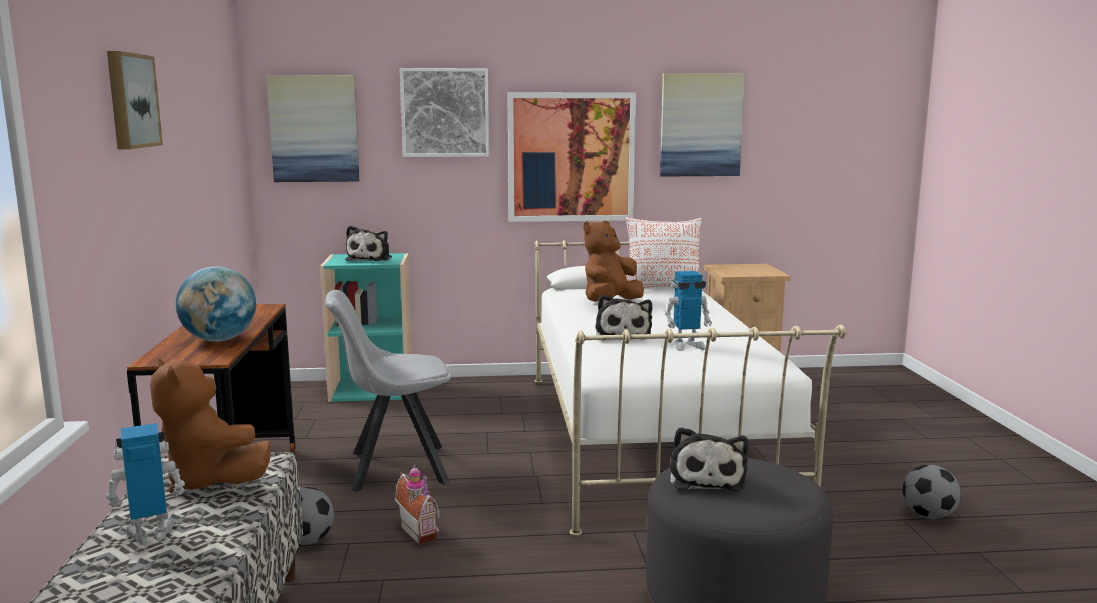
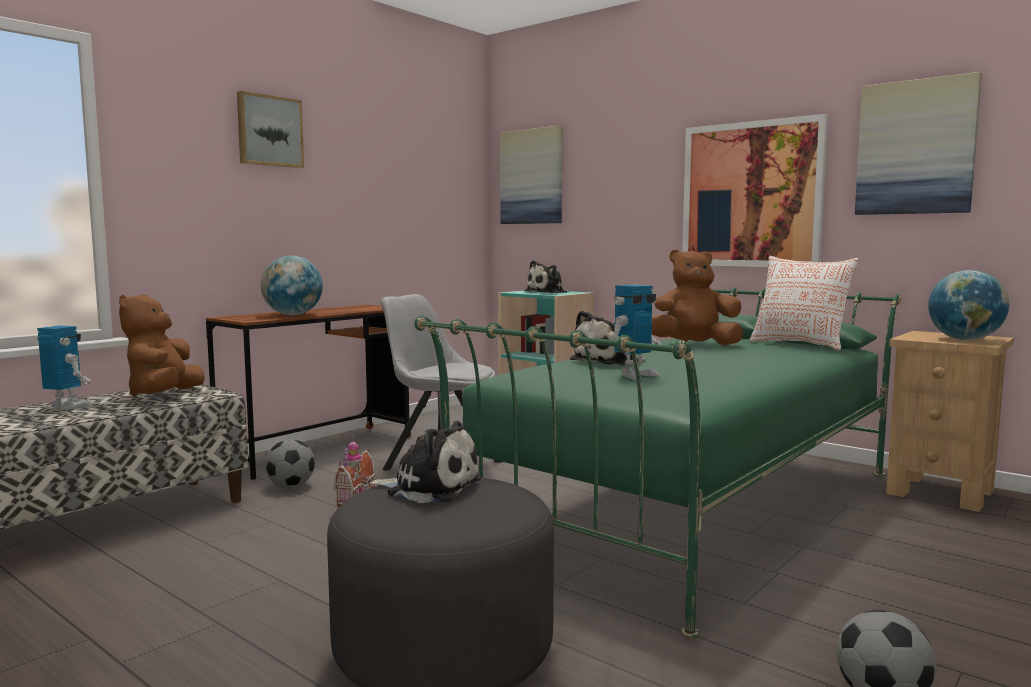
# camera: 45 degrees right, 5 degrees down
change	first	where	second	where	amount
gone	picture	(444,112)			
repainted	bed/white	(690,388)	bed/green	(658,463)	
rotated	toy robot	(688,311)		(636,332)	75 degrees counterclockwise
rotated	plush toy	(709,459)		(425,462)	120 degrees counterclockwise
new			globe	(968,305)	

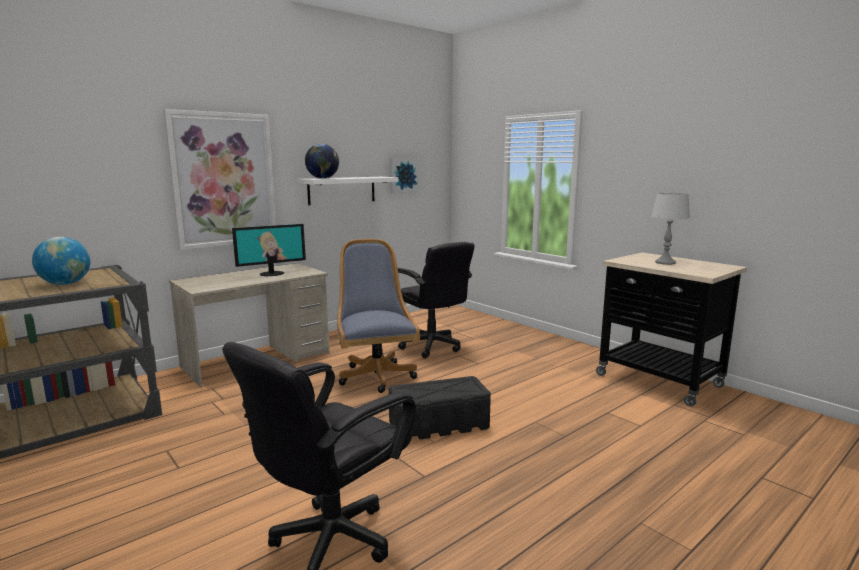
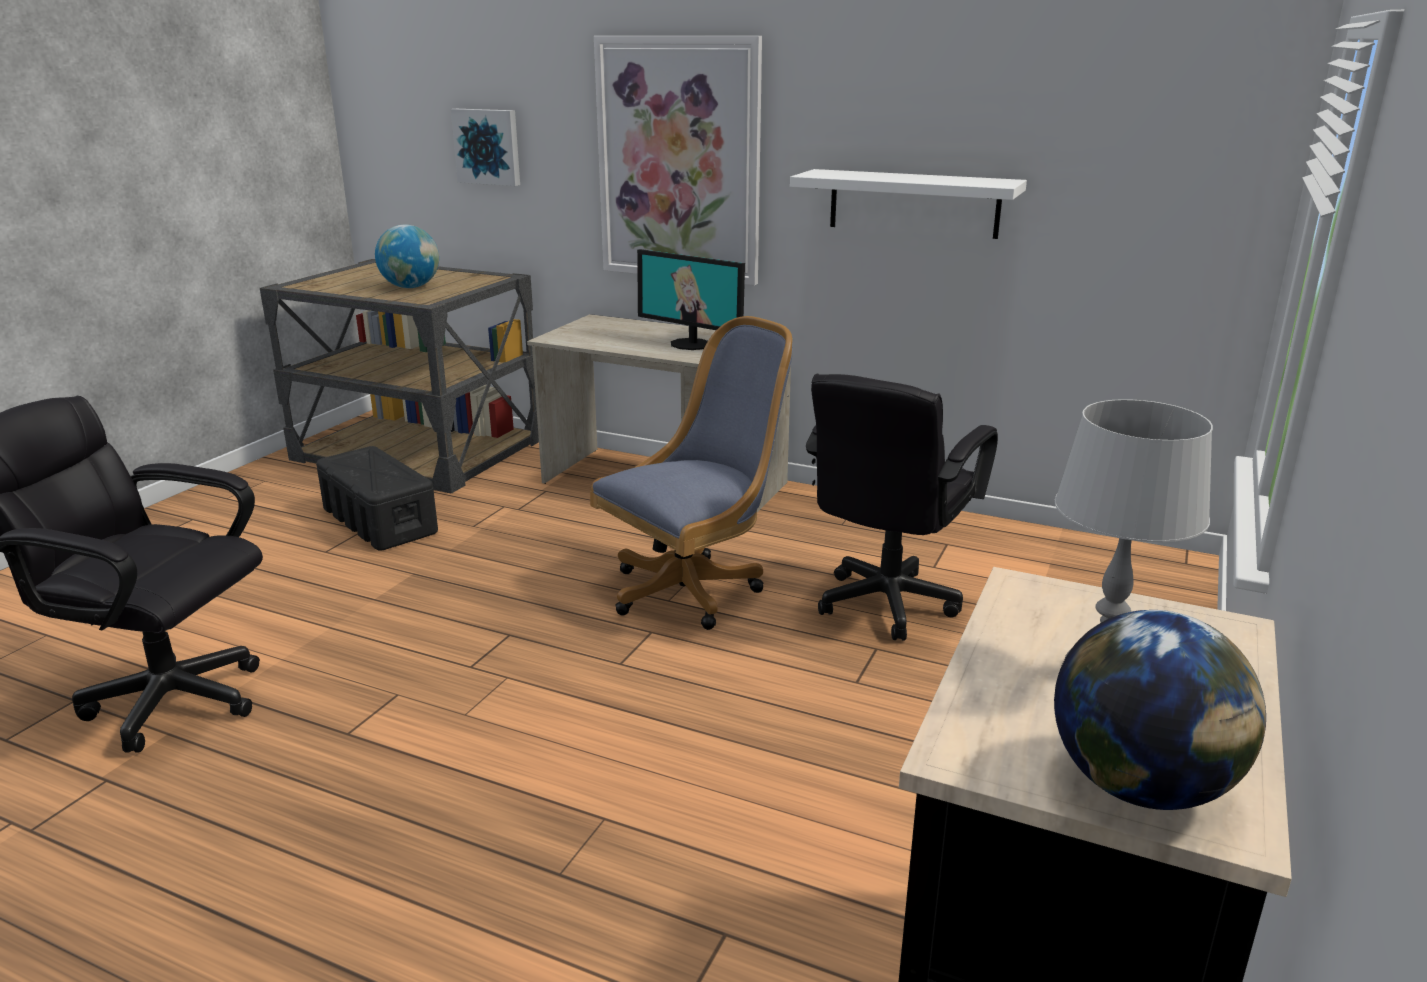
# camera: 65 degrees right, 10 degrees up
change	first	where	second	where	amount
shifted	globe	(322,161)		(1160,710)	
shifted	picture	(404,175)		(485,147)	
shifted	storage box/black	(440,407)		(377,498)	

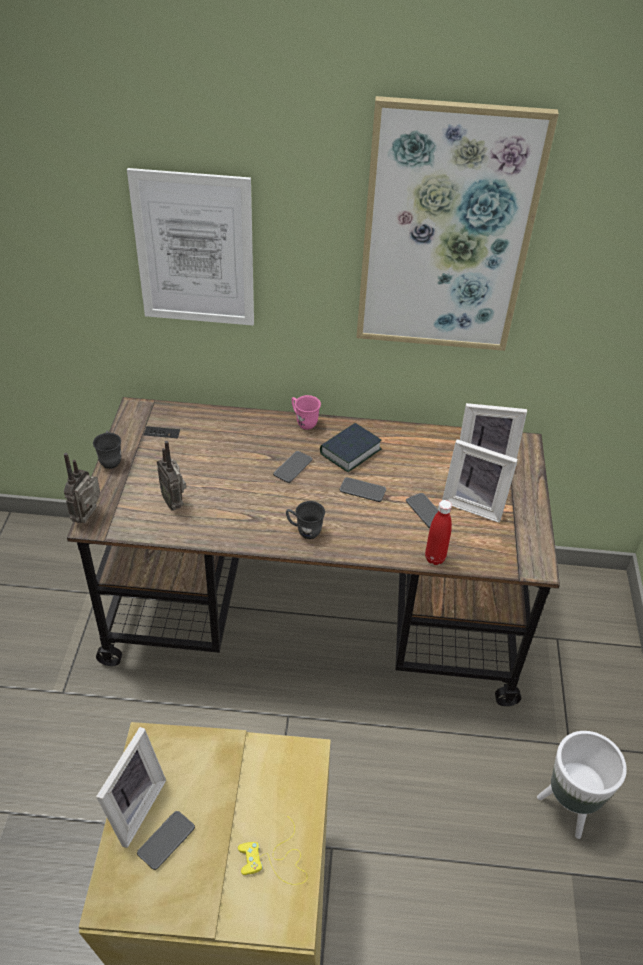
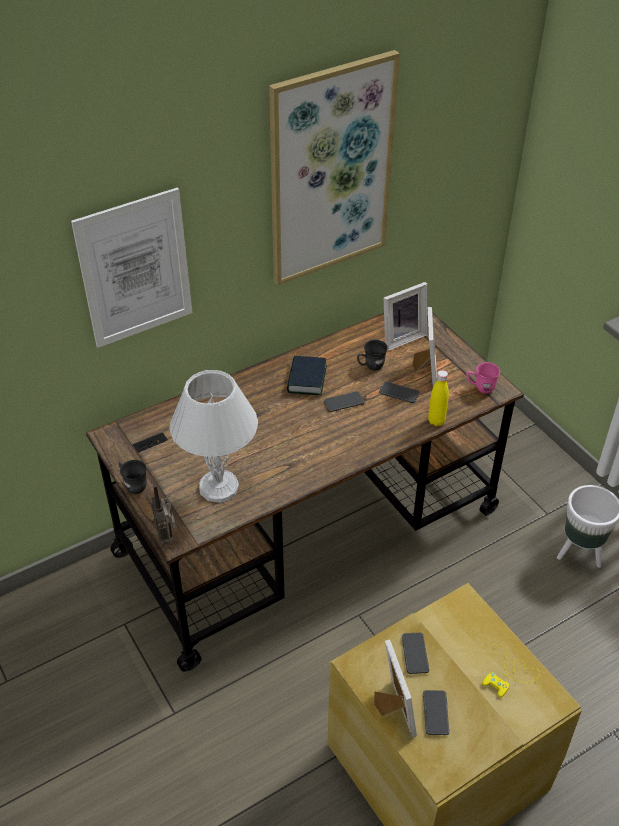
# camera: 35 degrees left, 0 degrees up
change	first	where	second	where	amount
shifted	mug/pink	(306,412)		(483,378)	
rotated	picture frame	(480,481)		(424,346)	75 degrees counterclockwise
swapped	radio	(172,475)	table lamp/white	(213,436)	
shifted	phone	(293,467)		(415,653)	
repainted	bottle/red	(438,532)	bottle/yellow	(438,398)	
shifted	mug/grey	(305,520)		(372,355)	

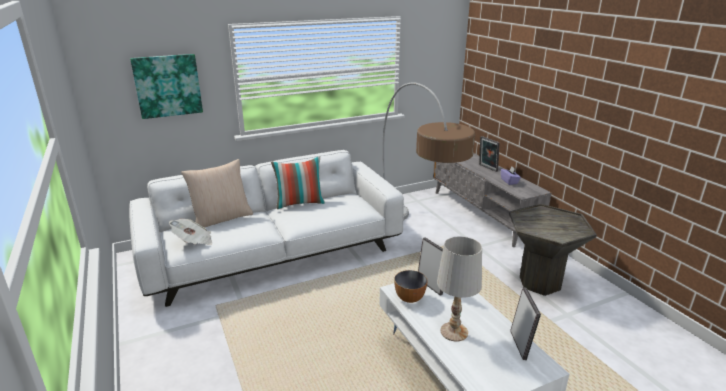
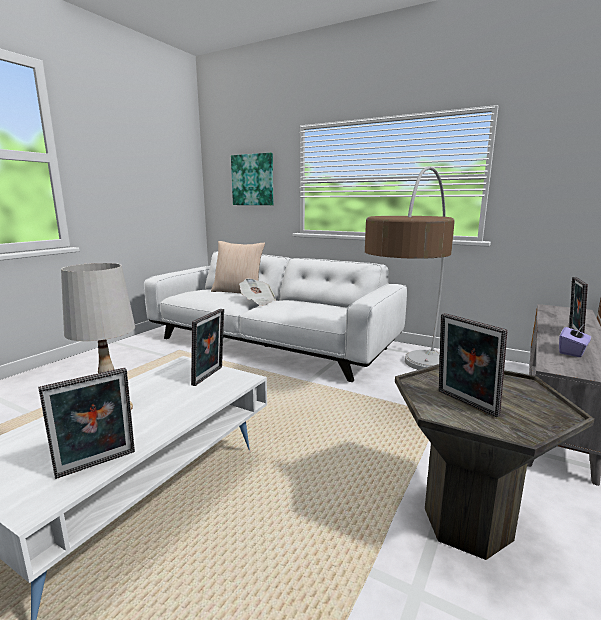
# camera: 55 degrees right, 10 degrees down
change	first	where	second	where	amount
gone	pillow	(298,182)			
shifted	newspaper	(190,232)		(257,292)	
gone	bowl	(411,286)			
new			picture frame	(473,365)	

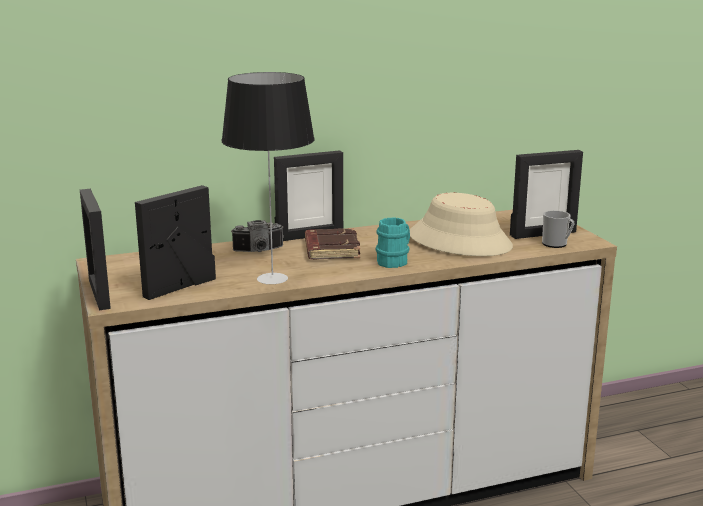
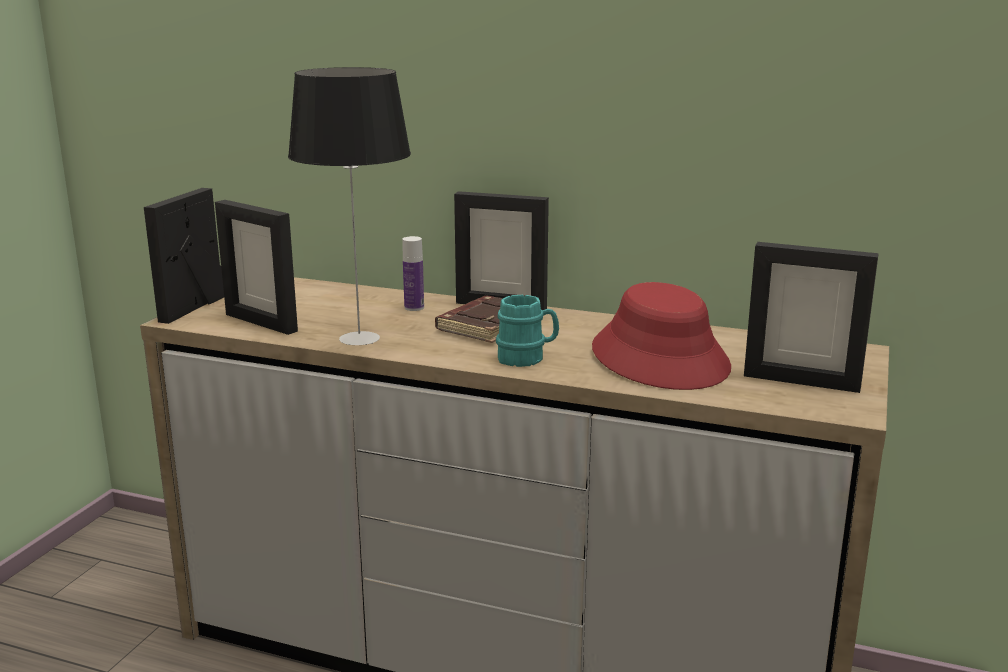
# camera: 40 degrees right, 0 degrees up
change	first	where	second	where	amount
rotated	picture frame	(175,242)		(256,267)	135 degrees counterclockwise
repainted	hat/beige	(461,224)	hat/red	(661,336)	
gone	mug	(558,229)			
swapped	photo camera	(257,236)	bottle	(413,273)	

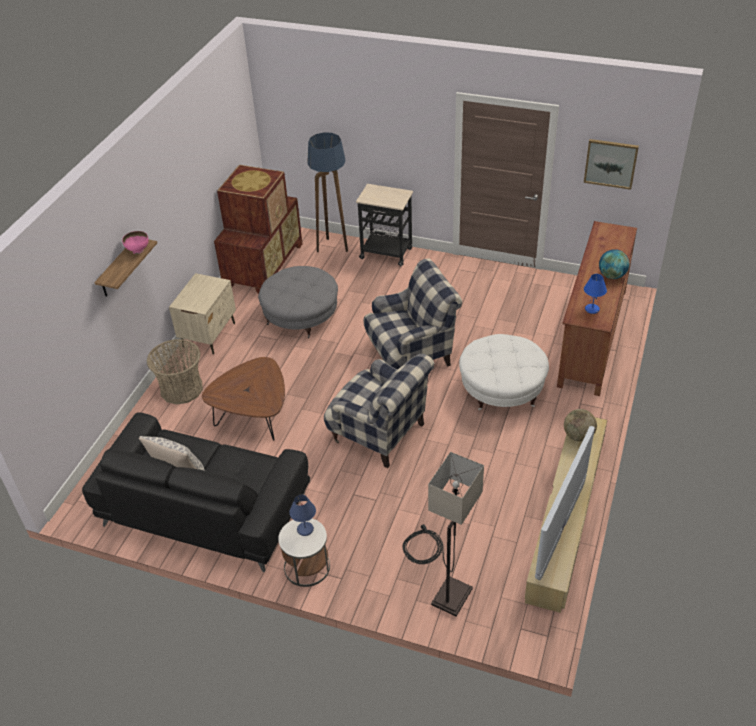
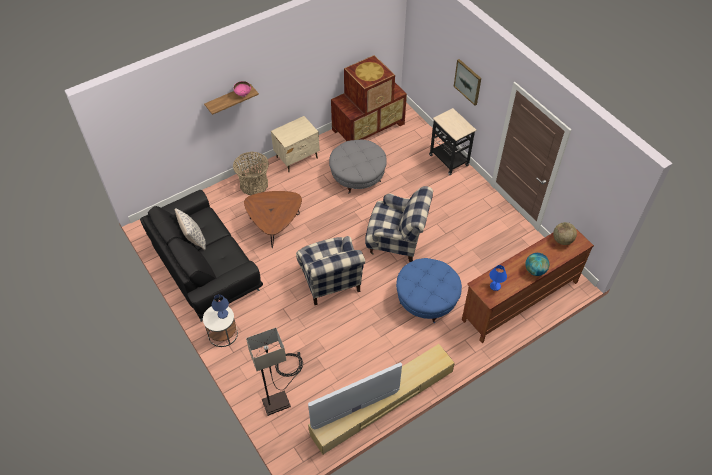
# camera: 35 degrees right, 10 degrees up
change	first	where	second	where	amount
gone	floor lamp	(327,192)			
shifted	picture	(611,164)		(467,82)	
repainted	ottoman/white	(504,372)	ottoman/blue	(429,290)	
shifted	globe	(580,425)		(565,233)	

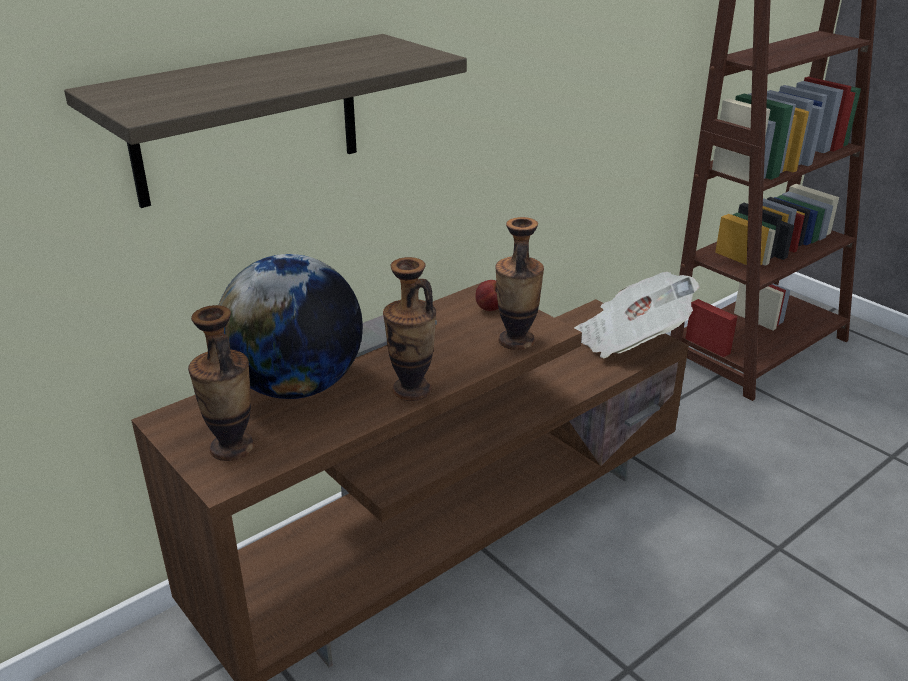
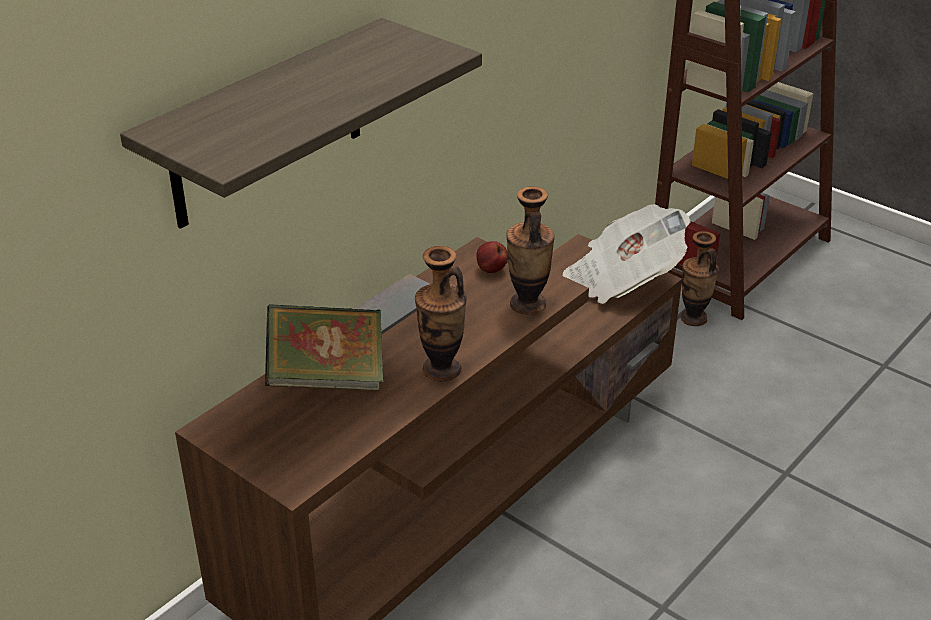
# camera: 10 degrees left, 5 degrees up
change	first	where	second	where	amount
swapped	globe	(291,326)	book	(324,347)	
shifted	vase	(221,383)		(699,278)	

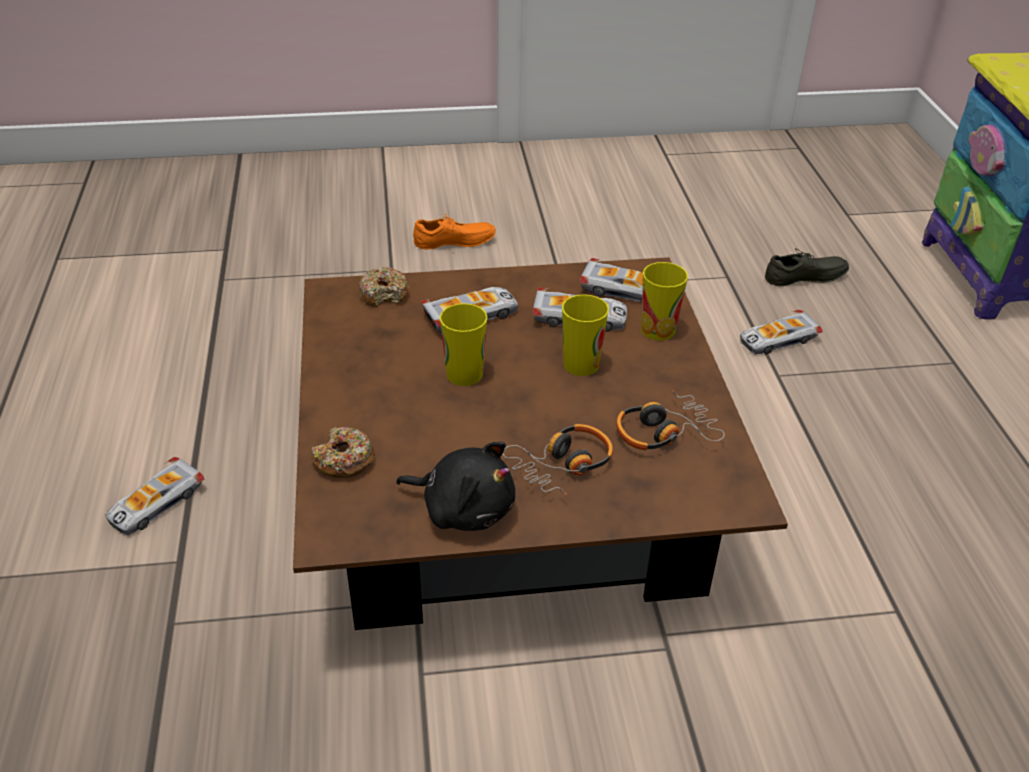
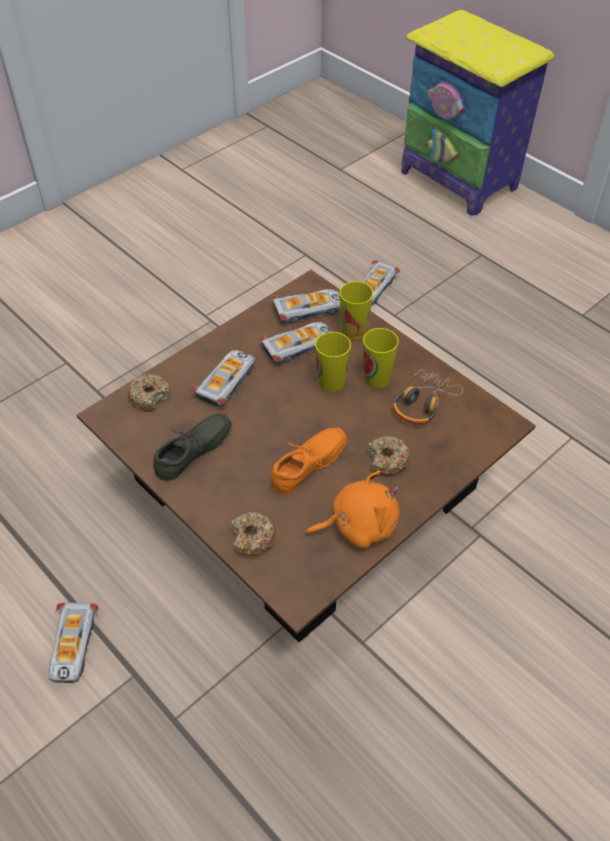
# camera: 35 degrees left, 10 degrees up
change	first	where	second	where	amount
shifted	shoe/orange	(454,231)		(308,461)	
shifted	shoe/grey	(807,267)		(192,447)	
shifted	cup	(463,344)		(381,358)	
swapped	headphones	(558,460)	donut	(389,455)	
repainted	plush toy/black	(455,486)	plush toy/orange	(353,509)	

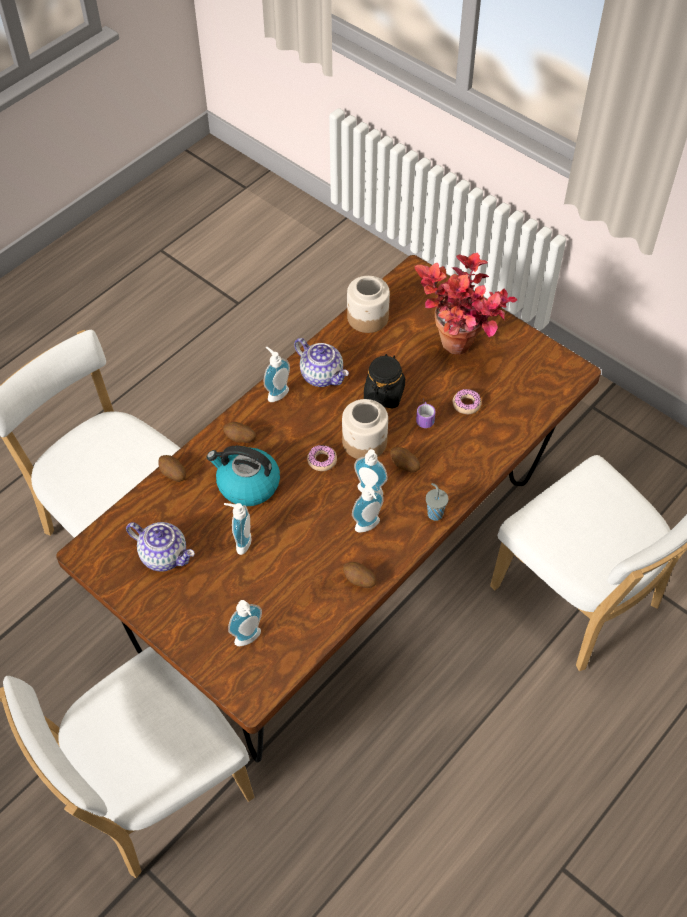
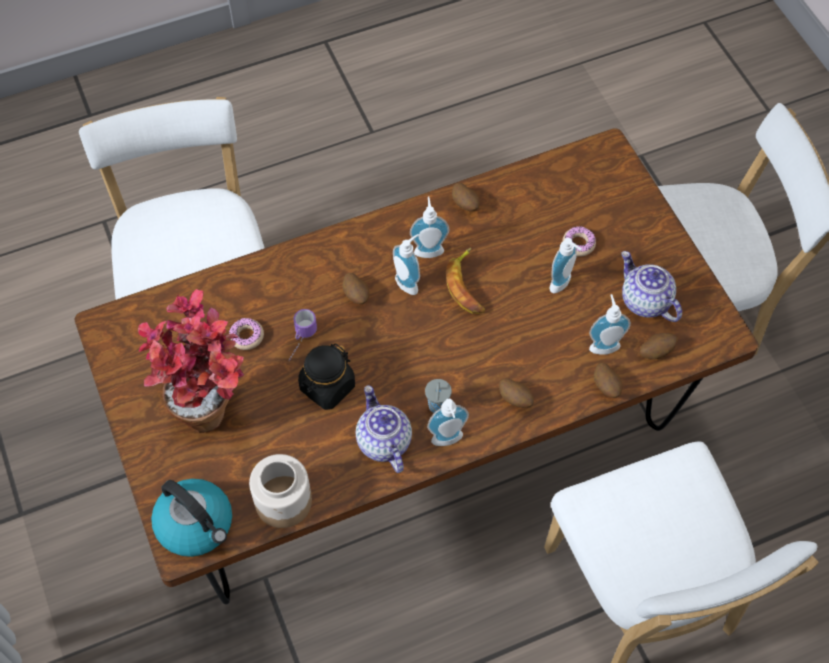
# camera: 155 degrees left, 5 degrees up
change	first	where	second	where	amount
gone	jar	(365,429)			
shifted	donut	(322,458)		(579,241)	
shifted	kettle	(243,476)		(191,518)	
shifted	cup/grey	(437,502)		(438,396)	
shifted	soap dispenser	(245,623)		(610,324)	
new			banana	(465,281)	
new			potato	(659,346)	

